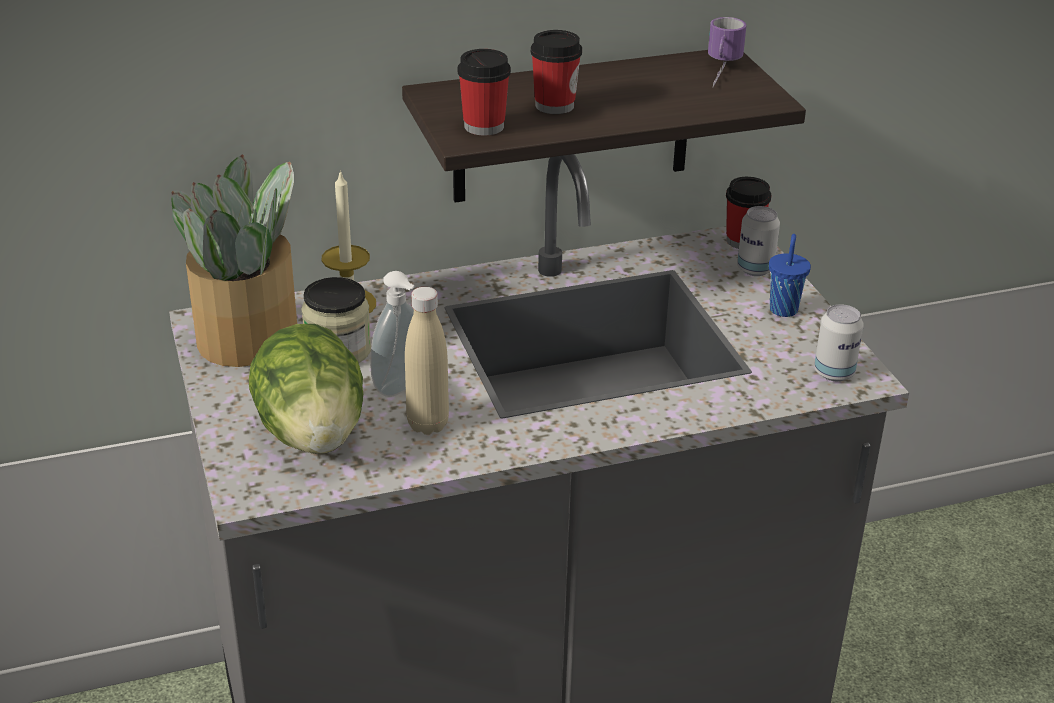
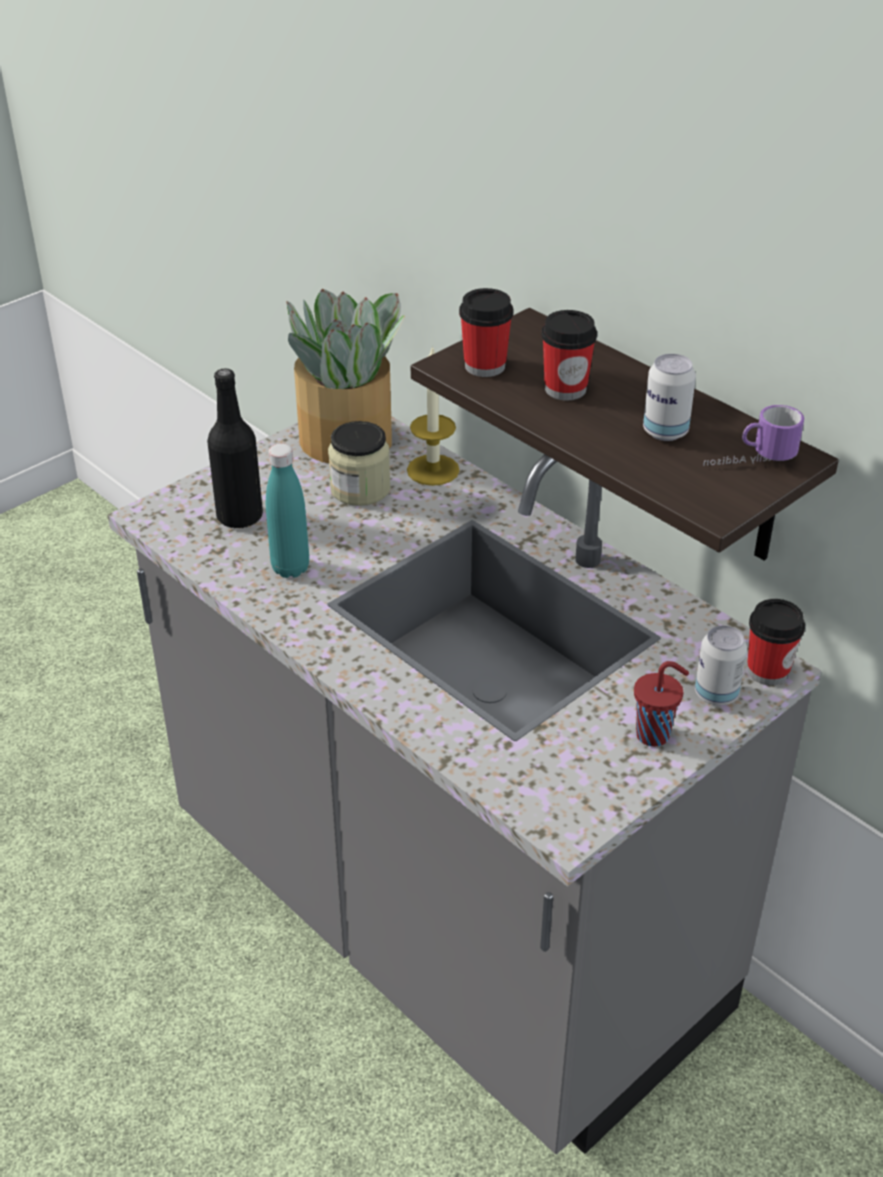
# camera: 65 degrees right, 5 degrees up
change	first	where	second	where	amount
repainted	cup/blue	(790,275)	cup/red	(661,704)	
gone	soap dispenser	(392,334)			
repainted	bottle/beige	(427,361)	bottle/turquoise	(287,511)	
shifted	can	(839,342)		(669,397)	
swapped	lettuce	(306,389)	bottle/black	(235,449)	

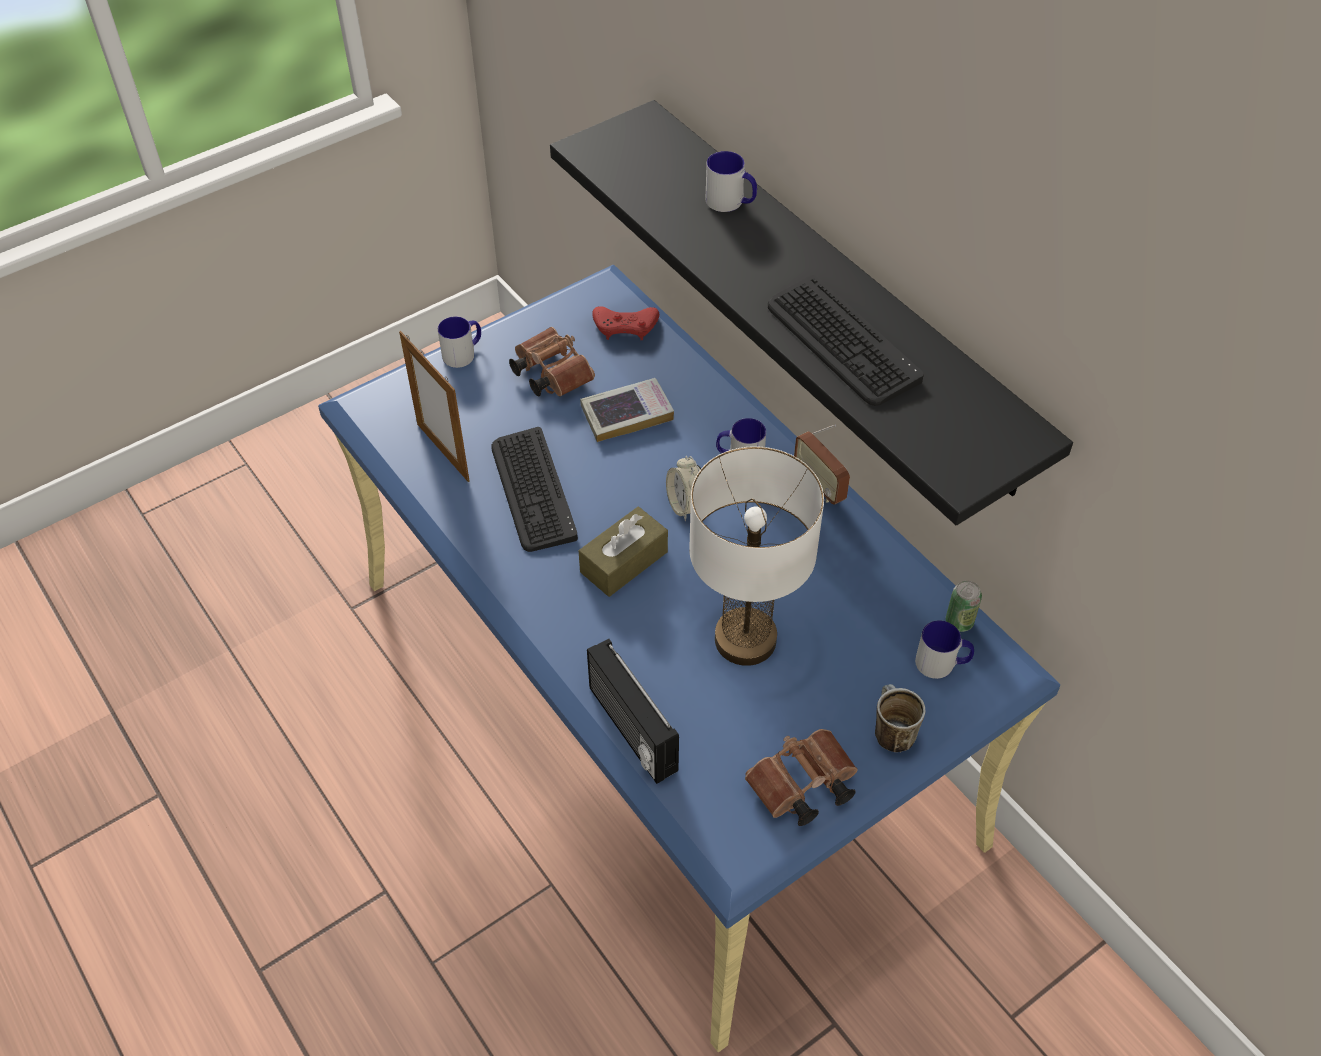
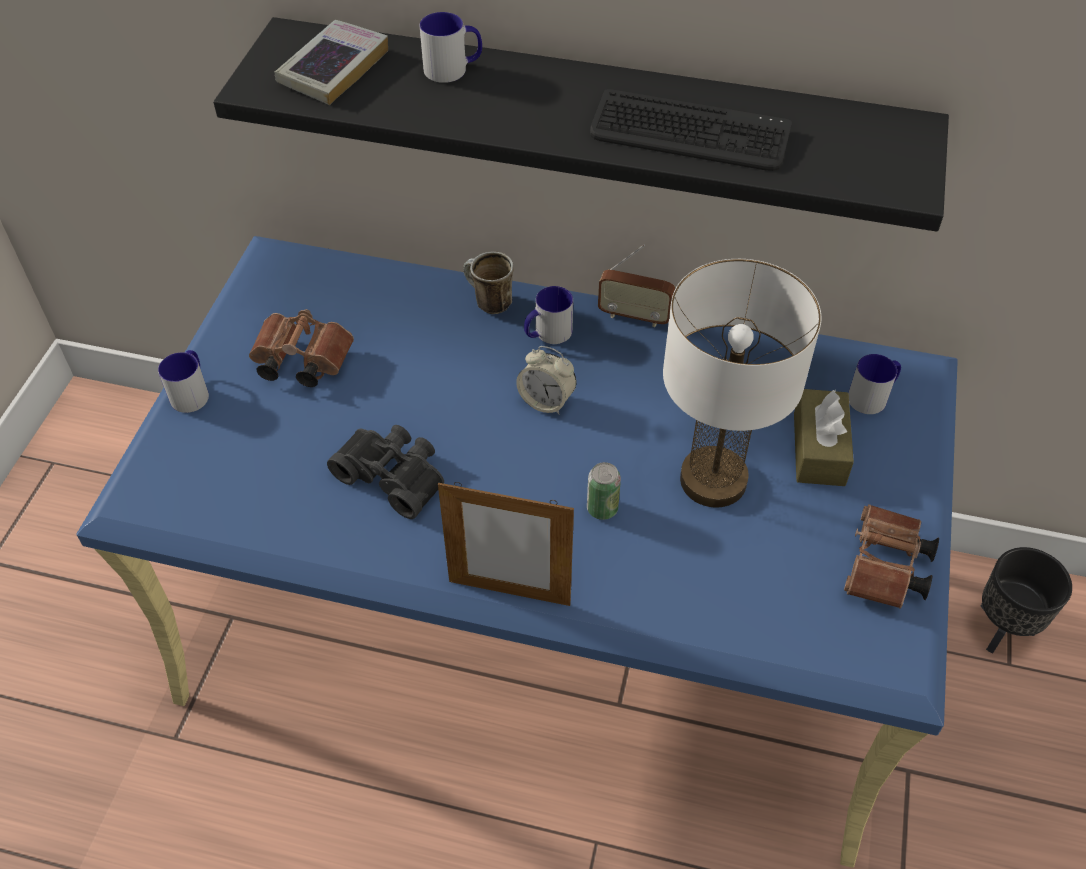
# camera: 40 degrees left, 0 degrees up
change	first	where	second	where	amount
gone	game controller/red	(625,323)			
shifted	picture frame	(434,406)		(506,544)	
shifted	book	(627,410)		(331,62)	
swapped	keyboard	(534,489)	binoculars/black	(385,472)	
shifted	tissue box/brown	(623,552)		(824,437)	
shifted	can	(964,606)		(604,491)	
gone	radio	(633,711)			
shifted	mug	(900,718)		(488,282)	
new			planter/black	(1026,600)	

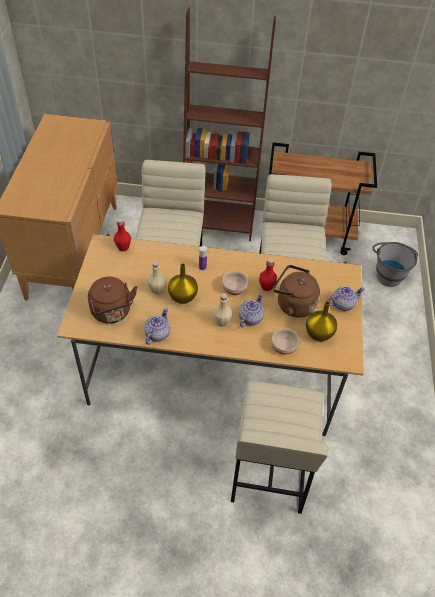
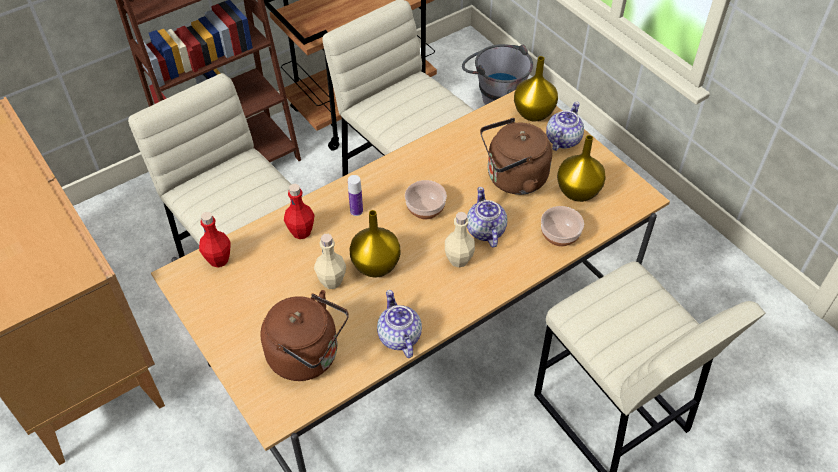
# camera: 40 degrees left, 0 degrees up
change	first	where	second	where	amount
shifted	bottle/red	(268,274)		(299,211)	
new			vase/yellow	(536,88)	

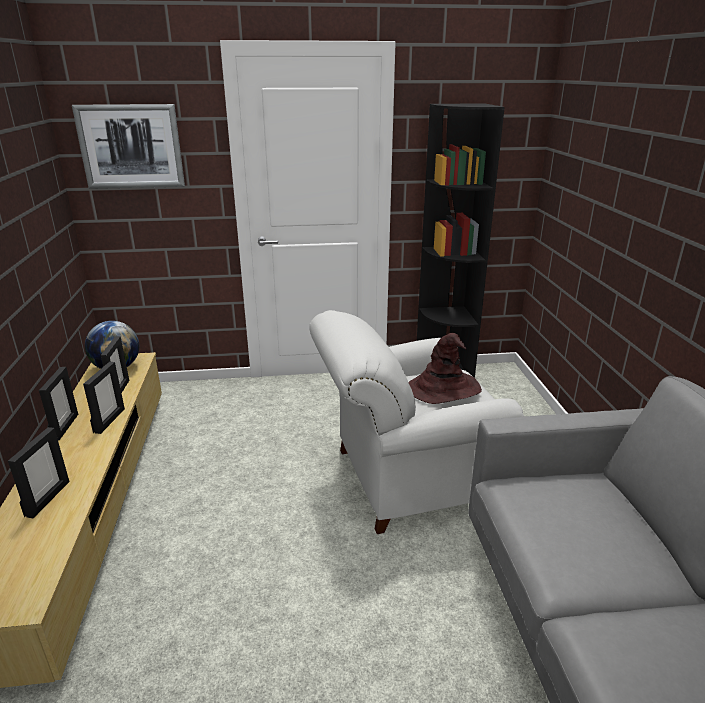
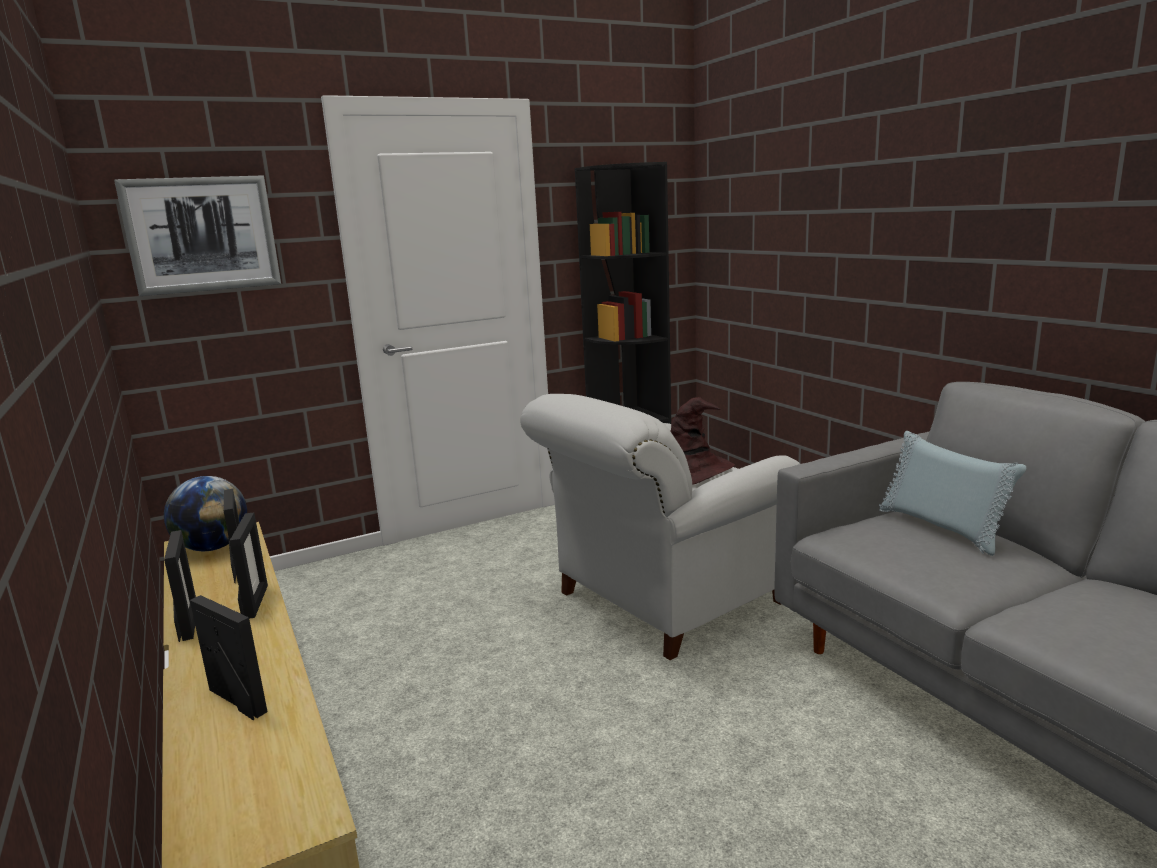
# camera: 20 degrees left, 10 degrees down
change	first	where	second	where	amount
rotated	picture frame	(38,472)		(229,658)	45 degrees counterclockwise
new			pillow/blue	(952,493)	

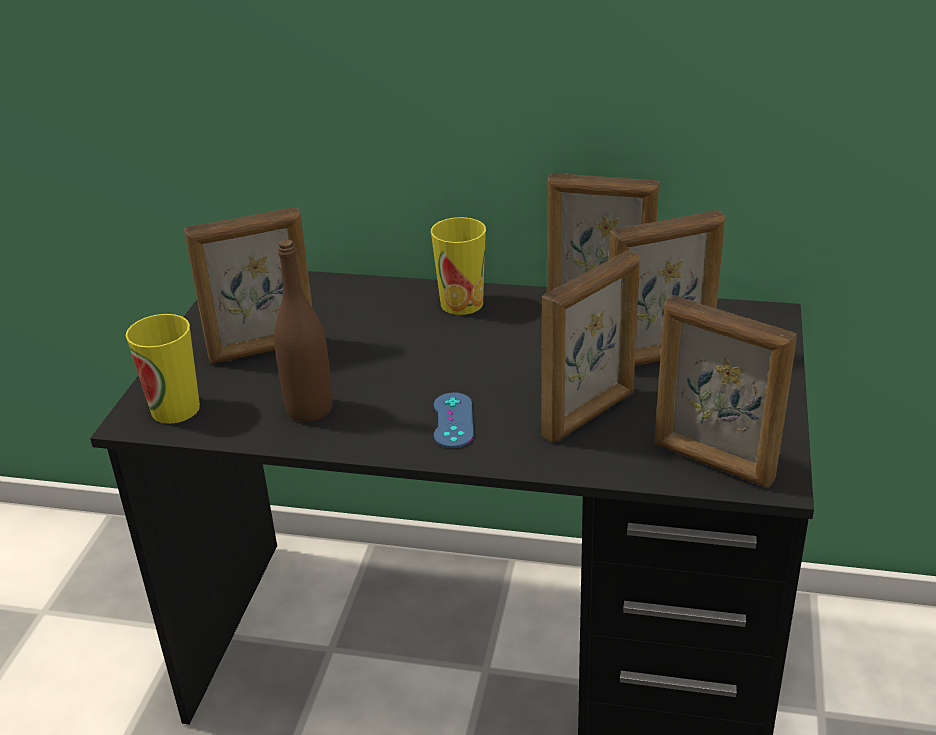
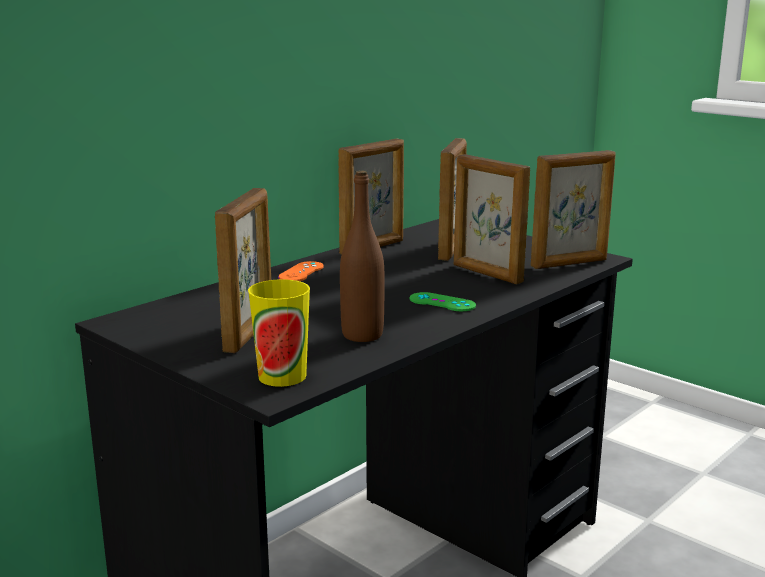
# camera: 60 degrees left, 15 degrees down
change	first	where	second	where	amount
swapped	cup	(458,266)	game controller/orange	(301,271)	
rotated	picture frame	(590,346)		(492,219)	150 degrees clockwise
repainted	game controller/blue	(454,420)	game controller/green	(443,301)	

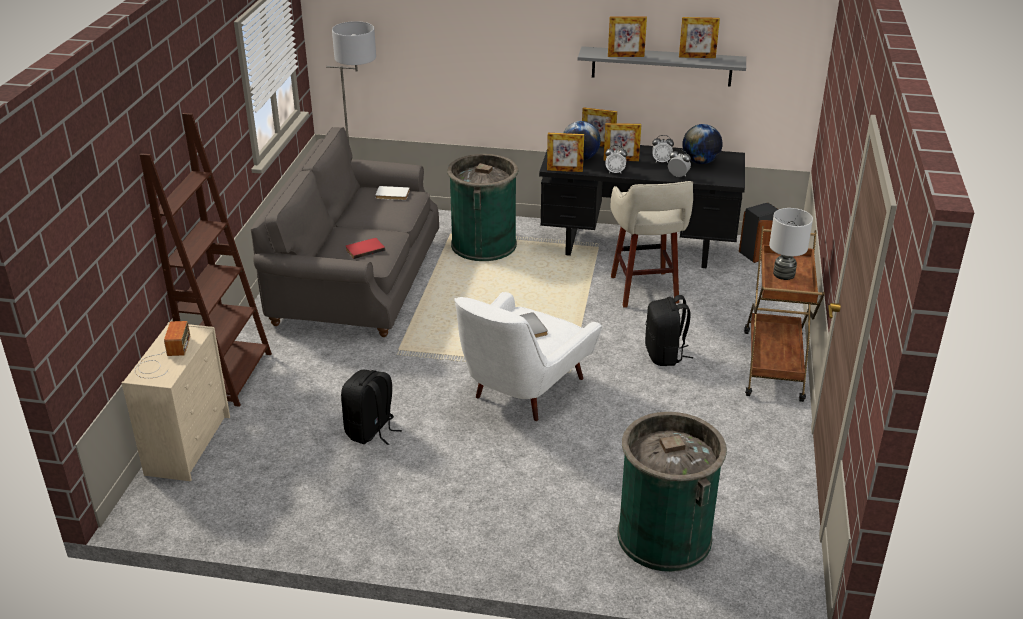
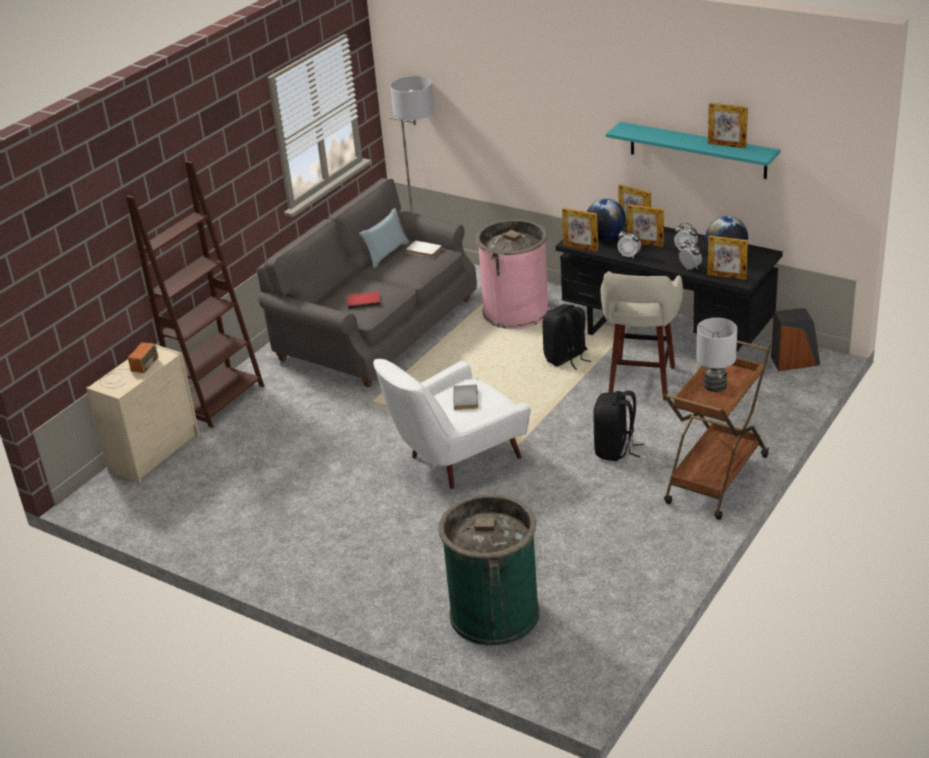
# camera: 25 degrees right, 0 degrees up
change	first	where	second	where	amount
shifted	picture frame	(627,37)		(727,258)	
repainted	shelf/grey	(662,66)	shelf/turquoise	(693,150)	
repainted	trash can/green	(482,207)	trash can/pink	(512,274)	
shifted	backpack/black	(371,407)		(566,337)	
new			pillow/blue	(384,238)	

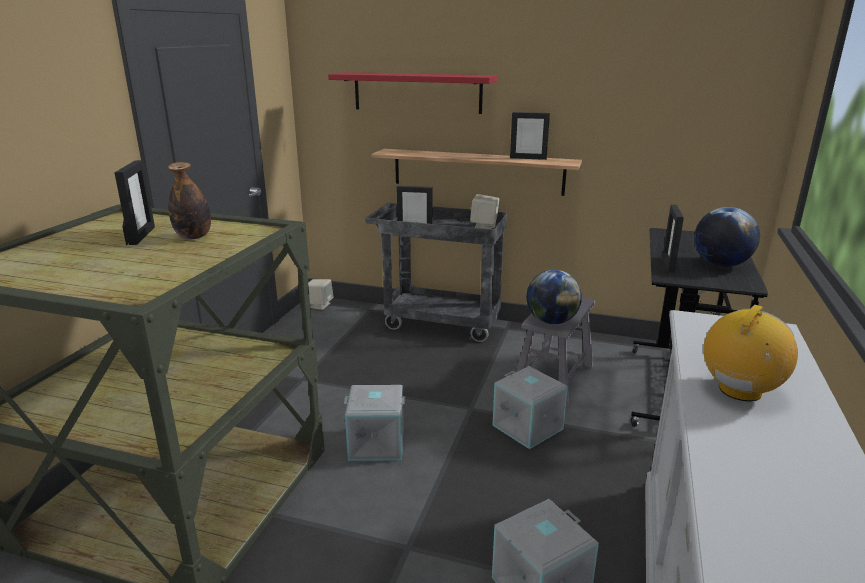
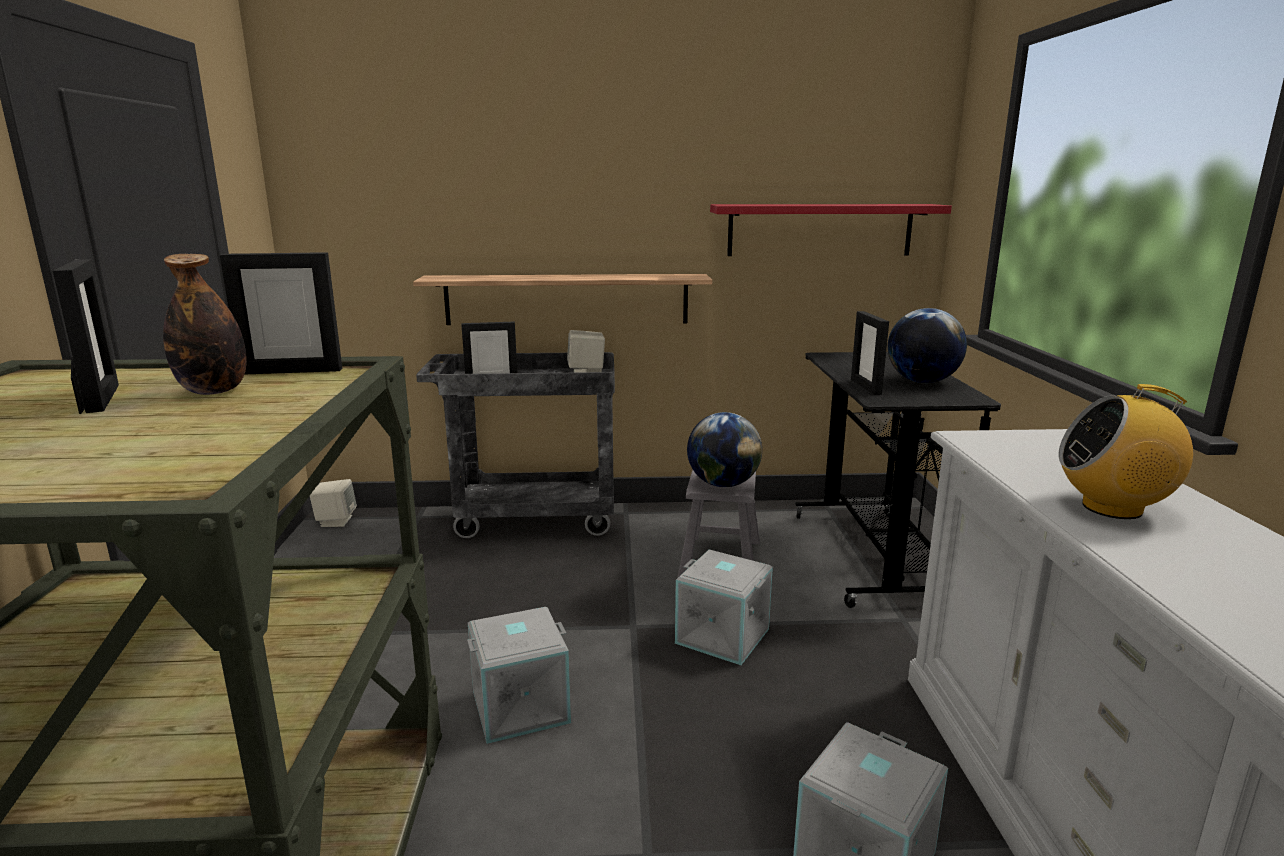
# camera: 20 degrees left, 5 degrees down
change	first	where	second	where	amount
shifted	shelf/red	(412,93)		(831,230)	
shifted	picture frame	(530,136)		(281,313)	
rotated	radio	(750,353)		(1125,451)	105 degrees counterclockwise

